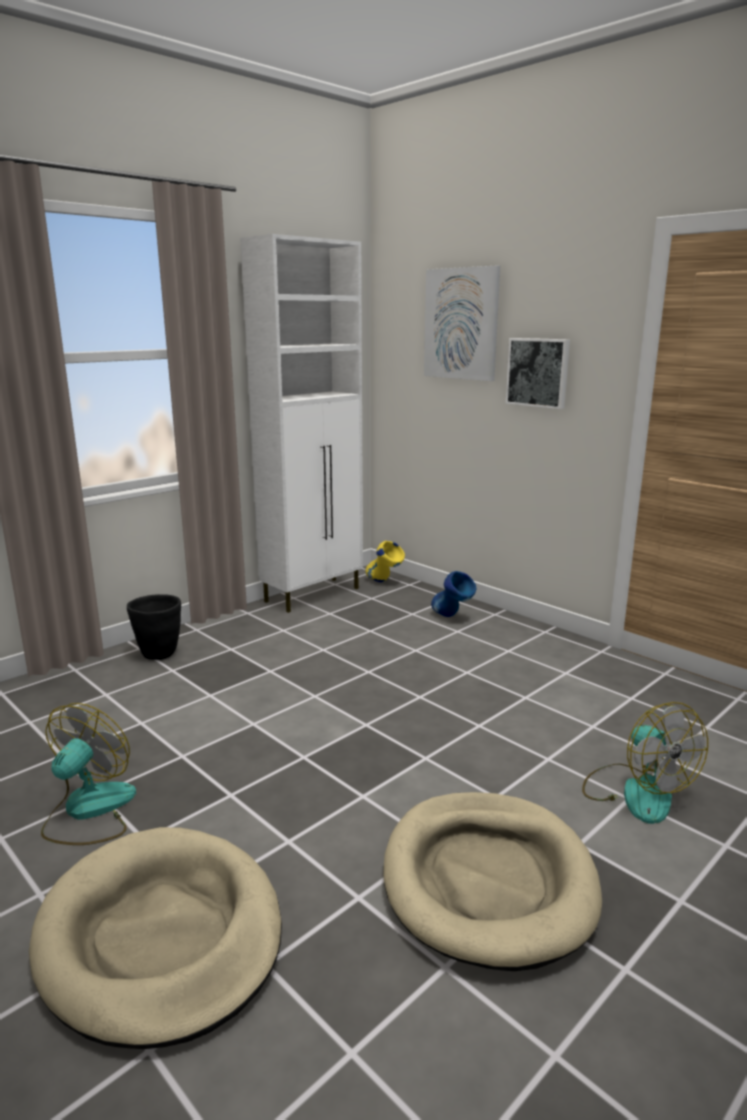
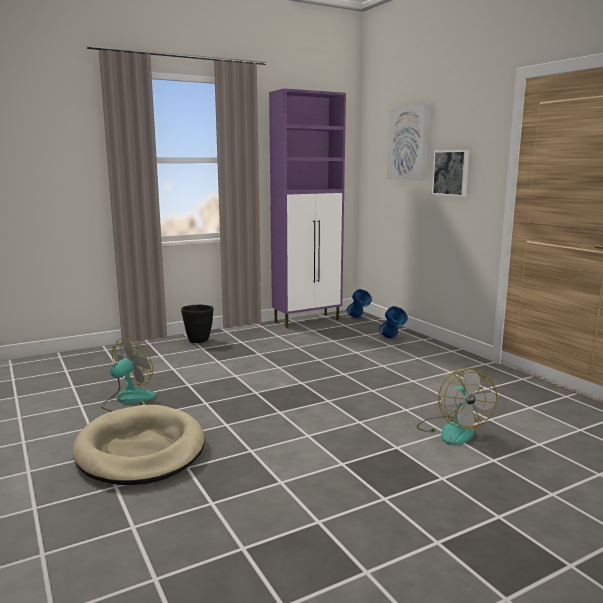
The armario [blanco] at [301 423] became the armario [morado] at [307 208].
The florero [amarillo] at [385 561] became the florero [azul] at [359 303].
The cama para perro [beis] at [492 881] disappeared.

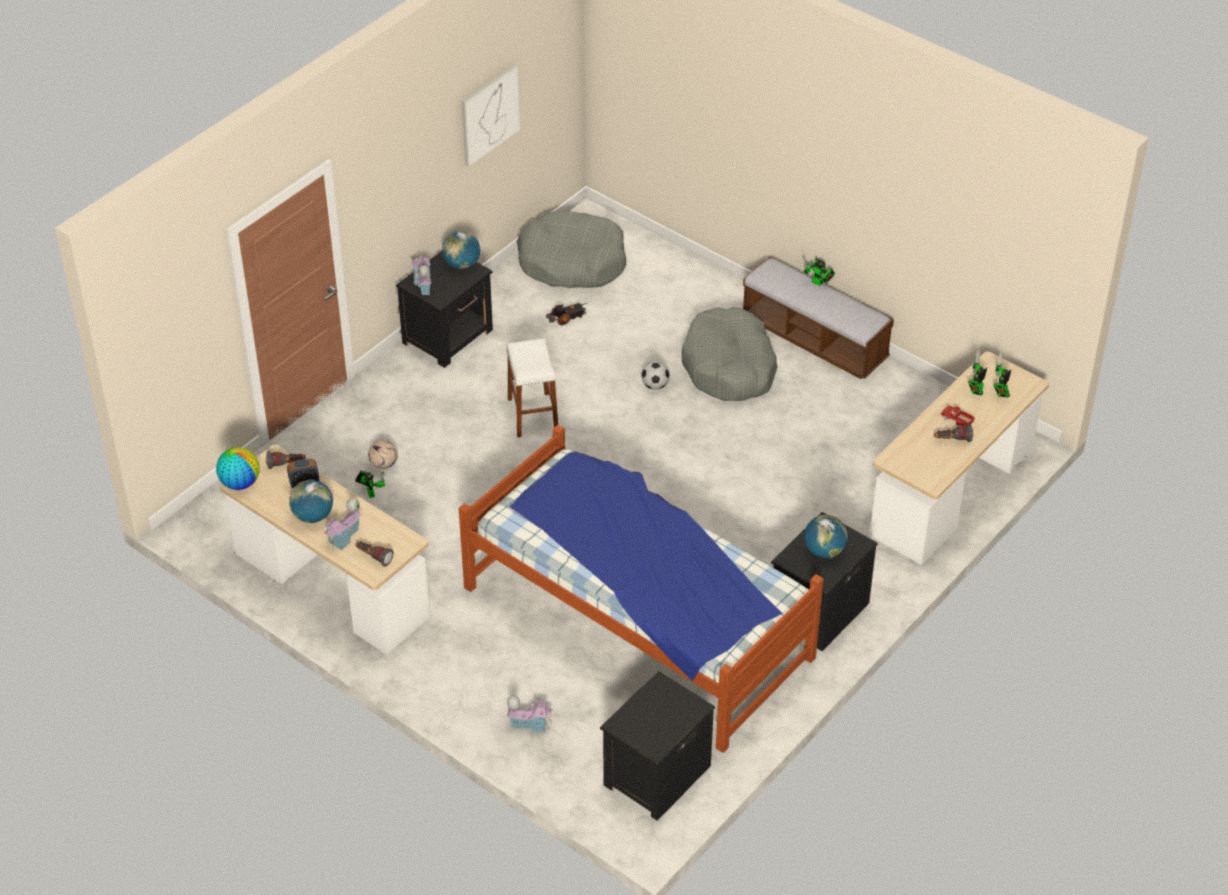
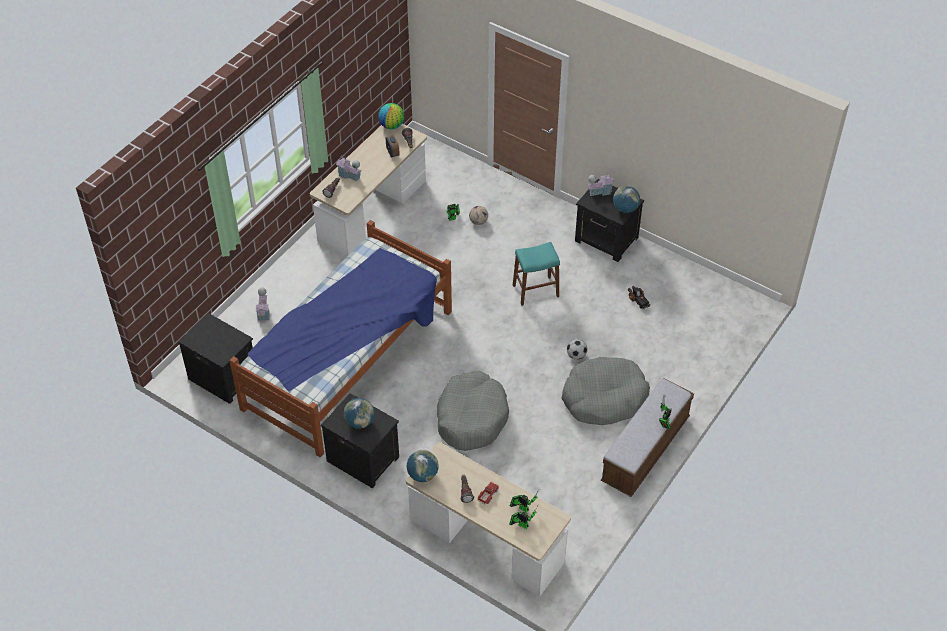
The cuadro at [490 116] disappeared.
The cama para perro [gris] moved from [571 249] to [473 410].
The taburete [blanco] at [532 387] became the taburete [turquesa] at [536 274].
The globo terráqueo moved from [311 501] to [423 466].

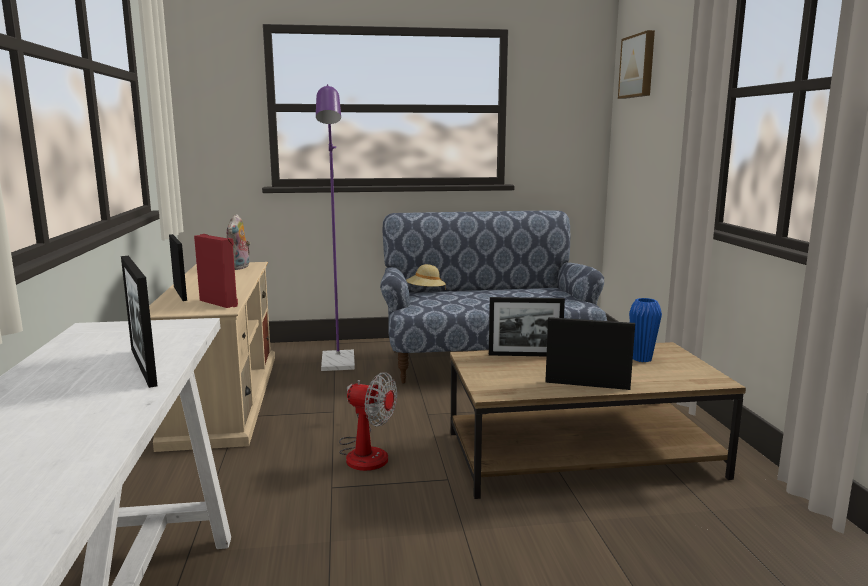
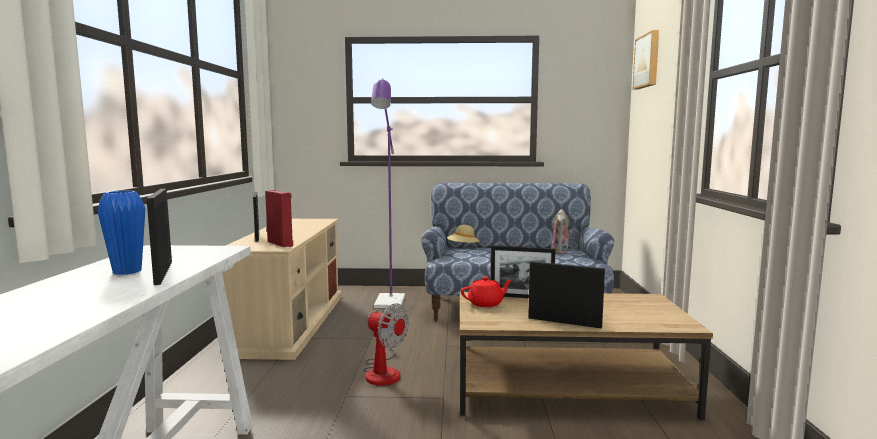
The peluche moved from [239 242] to [561 231].
The florero [azul] moved from [645 330] to [121 233].
The tetera [rojo] at [487 291] appeared.

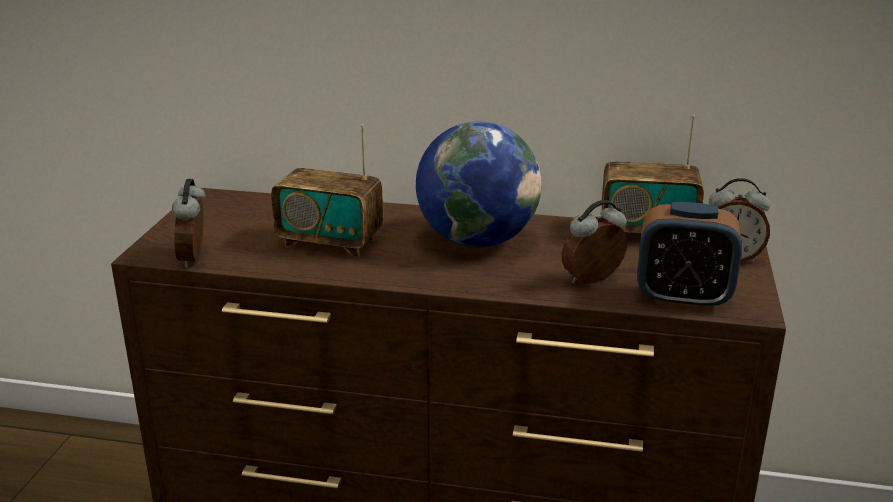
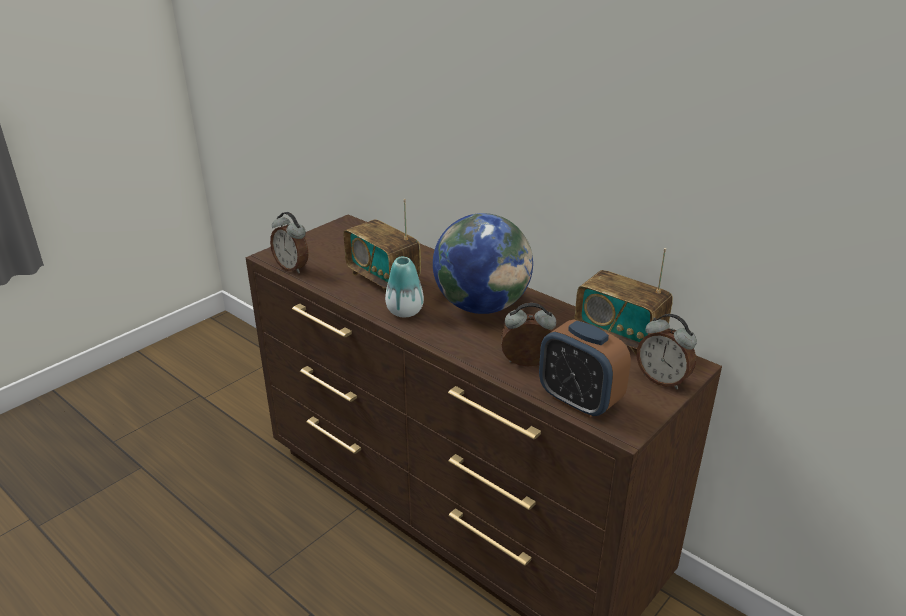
The despertador at [189 223] turned 75 degrees counterclockwise.
The florero at [404 287] appeared.

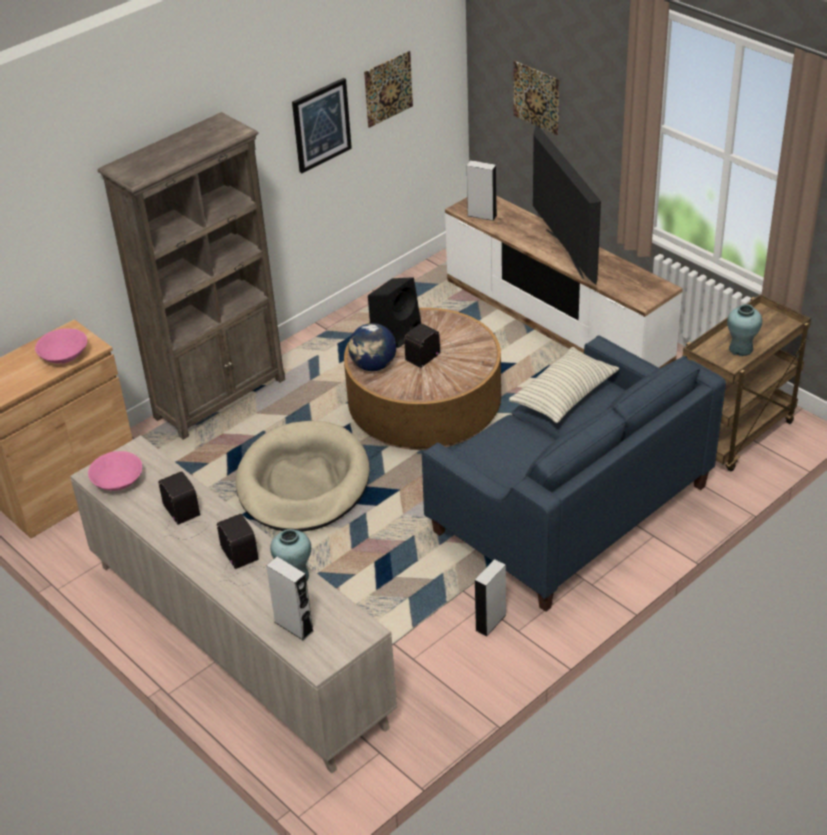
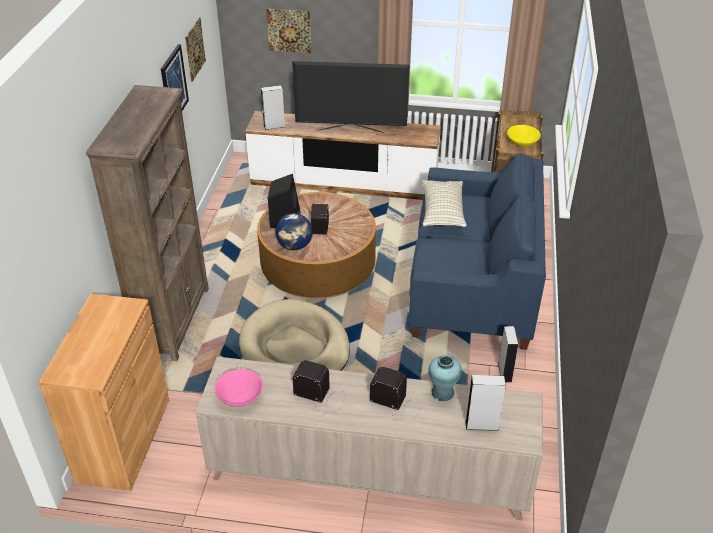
The televisor at [567 205] turned 150 degrees clockwise.
The florero [turquesa] at [744 330] was replaced by the cuenco [amarillo] at [524 135].
The cuenco [rosa] at [61 346] disappeared.

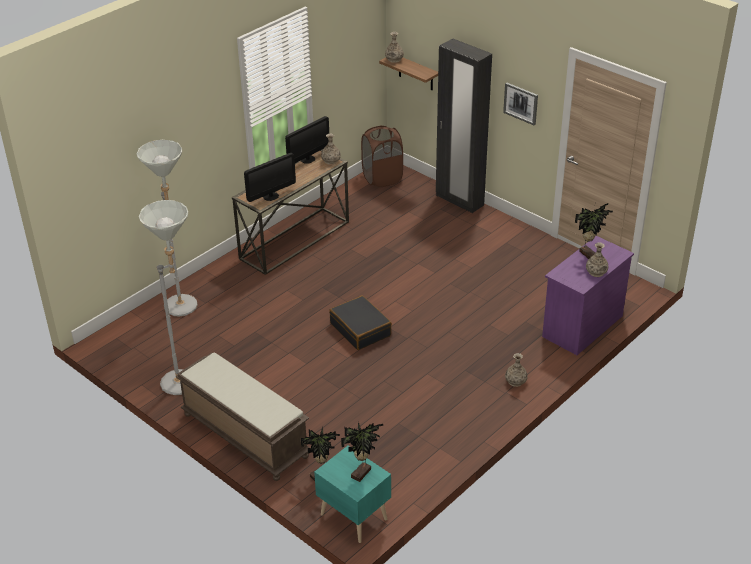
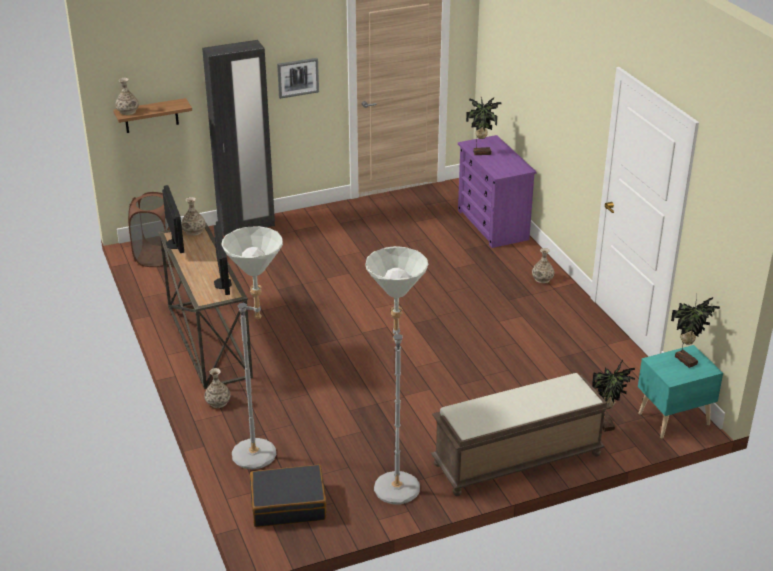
The florero moved from [597 260] to [218 388].
The maleta [negro] moved from [360 322] to [288 495].

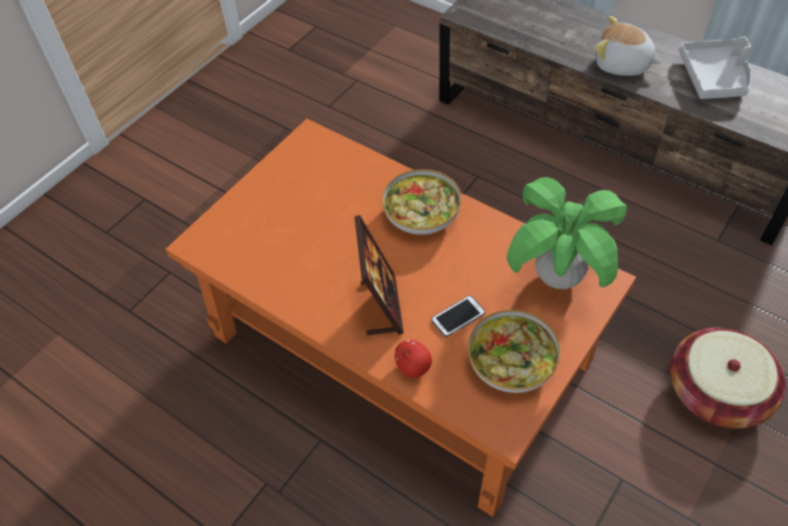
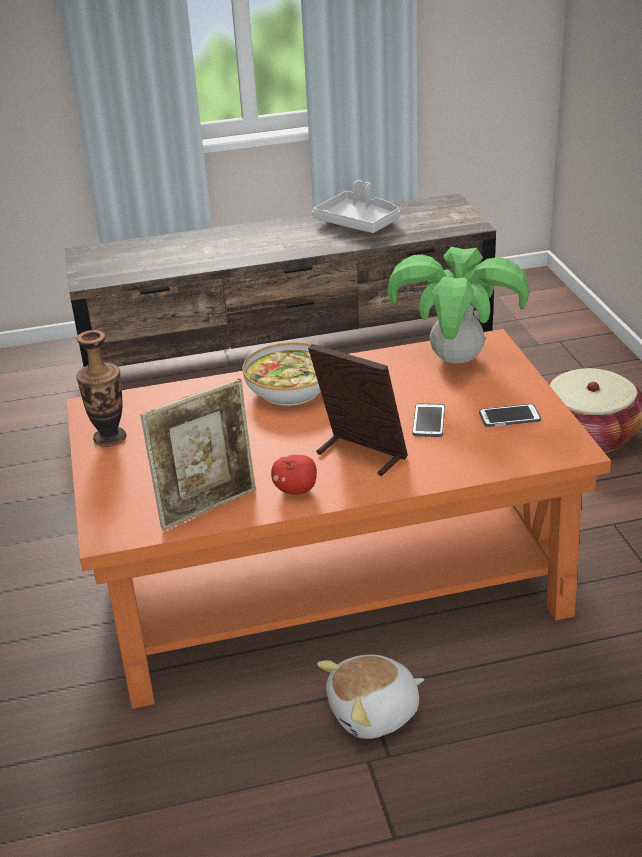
The peluche moved from [628 46] to [370 697].
The cuenco at [514 351] was replaced by the móvil at [510 415].
The manzana moved from [413 359] to [294 475].
The florero at [101 388] appeared.
The portarretratos at [198 454] appeared.

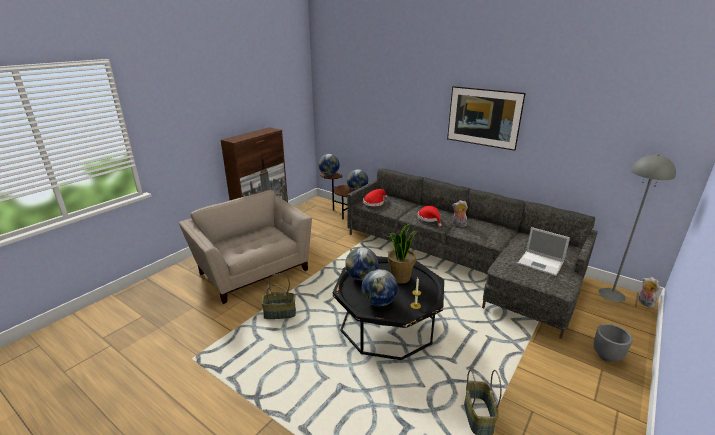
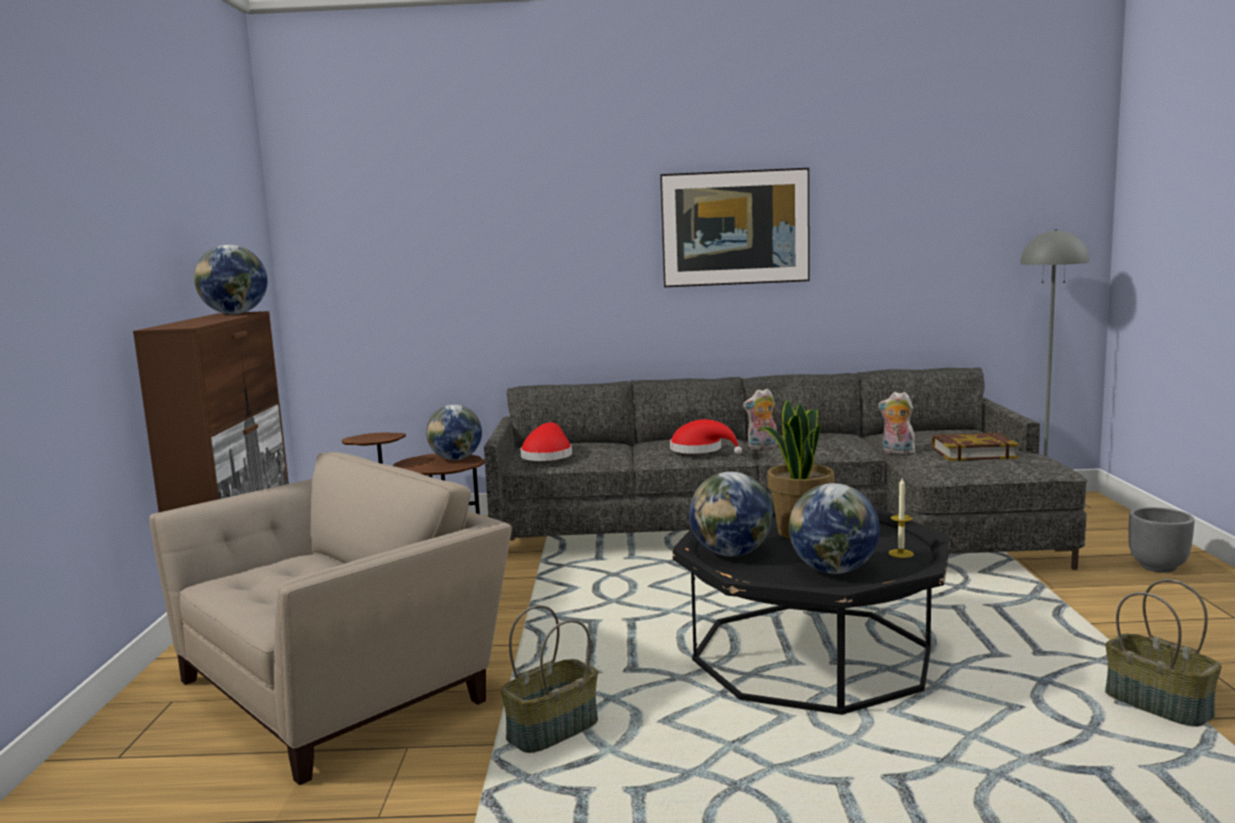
The globo terráqueo moved from [329 164] to [230 279].
The sillón [beis] at [245 247] turned 120 degrees clockwise.
The portátil at [544 251] was replaced by the libro at [975 446].
The peluche moved from [649 292] to [897 423].

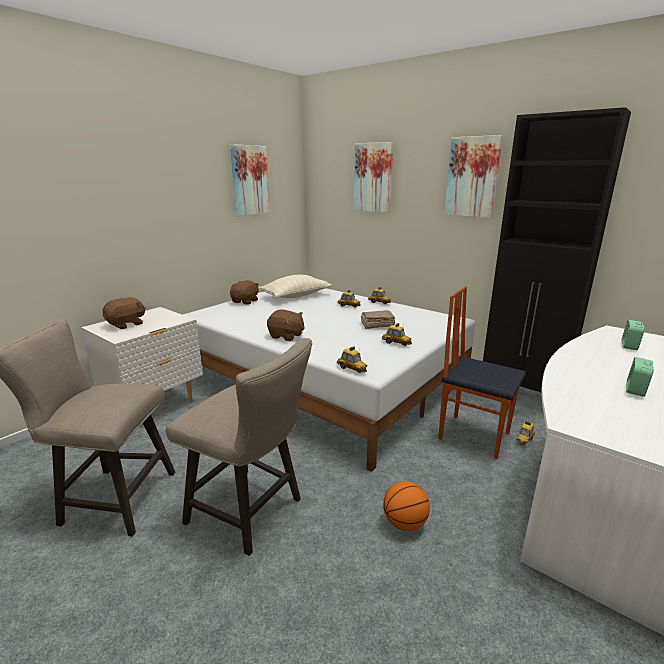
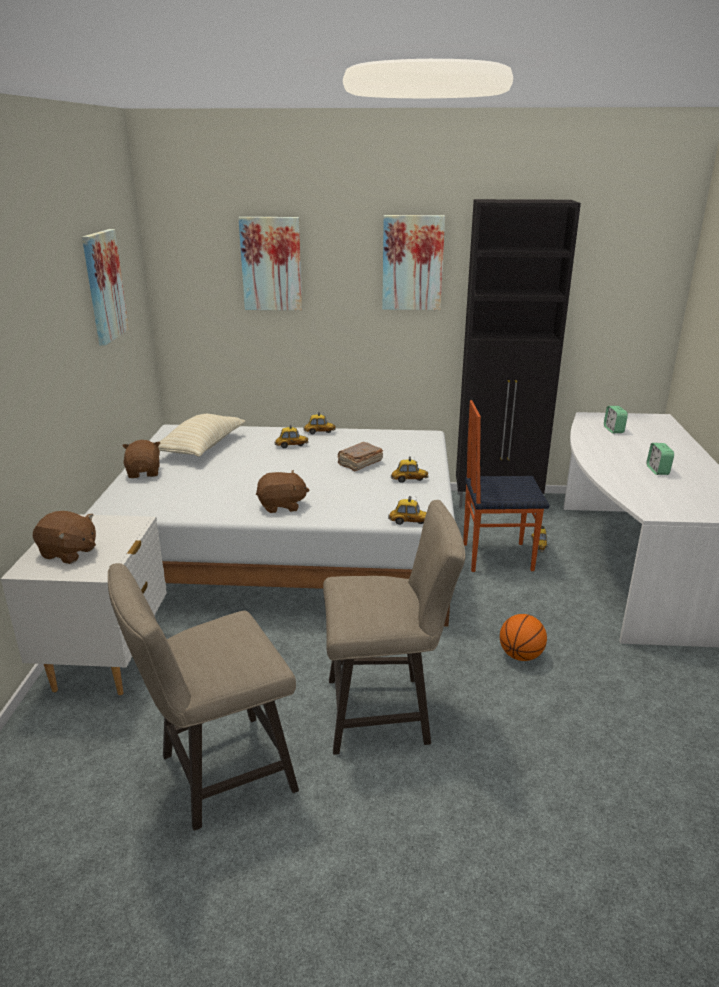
The peluche [marrón] at [124 313] turned 105 degrees clockwise.

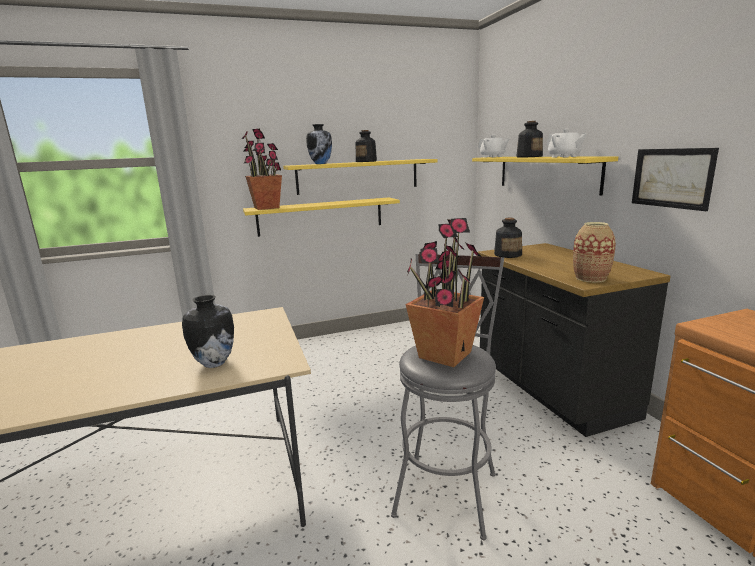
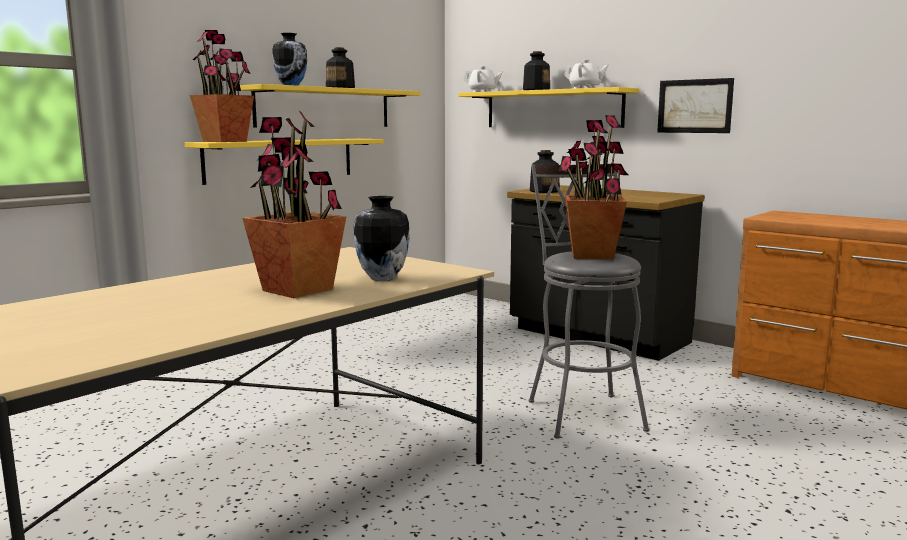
The florero at [594 252] disappeared.
The planta en maceta at [294 204] appeared.

